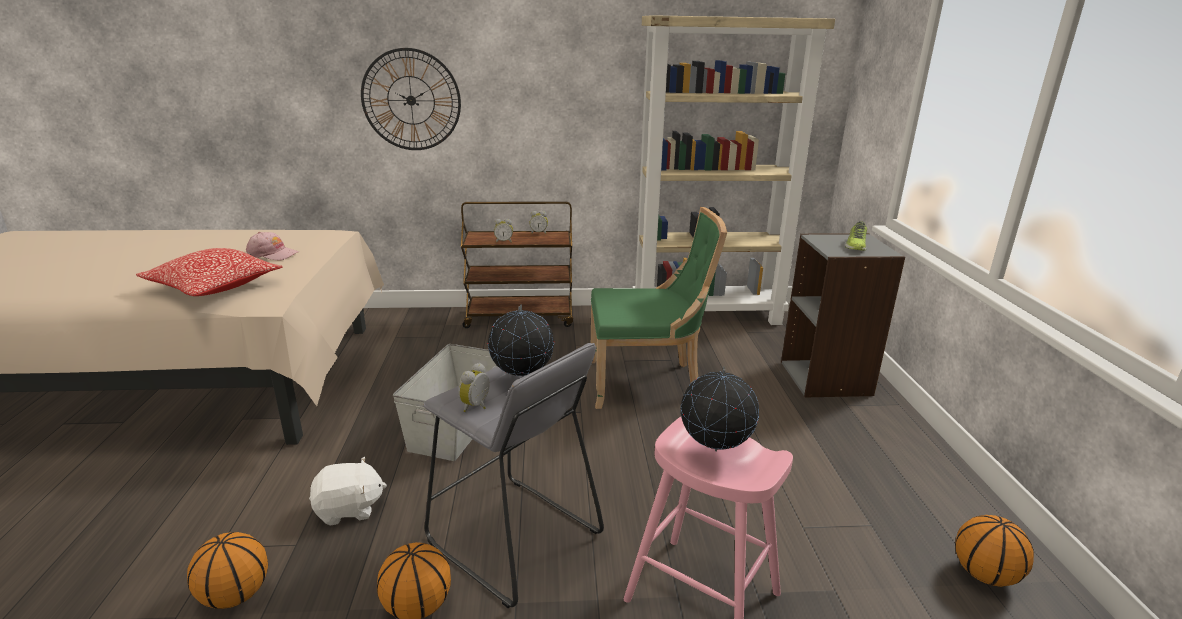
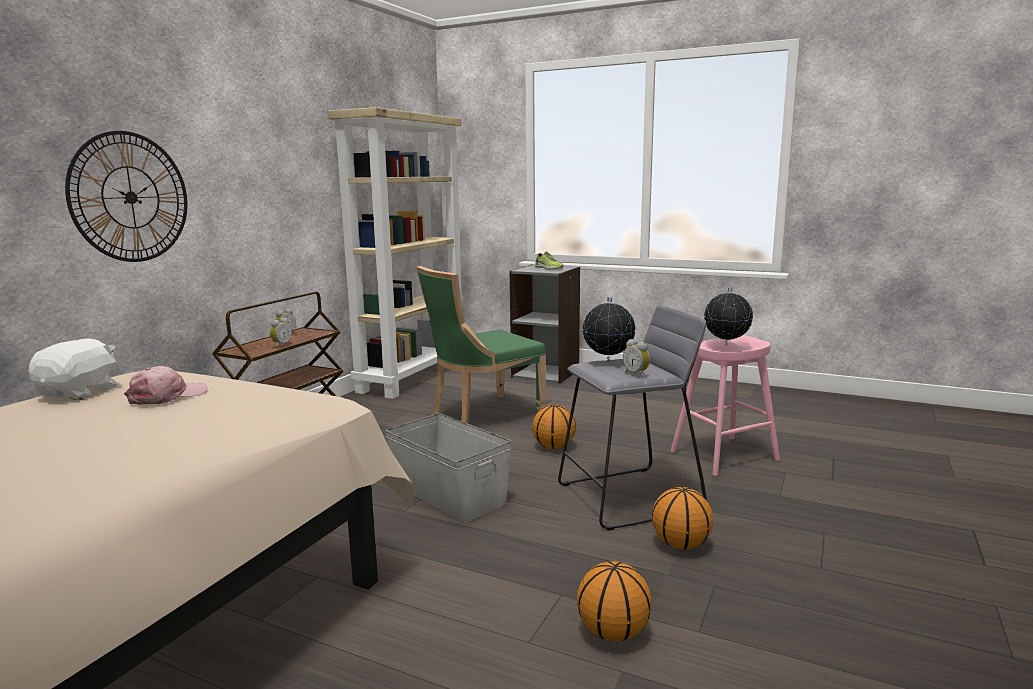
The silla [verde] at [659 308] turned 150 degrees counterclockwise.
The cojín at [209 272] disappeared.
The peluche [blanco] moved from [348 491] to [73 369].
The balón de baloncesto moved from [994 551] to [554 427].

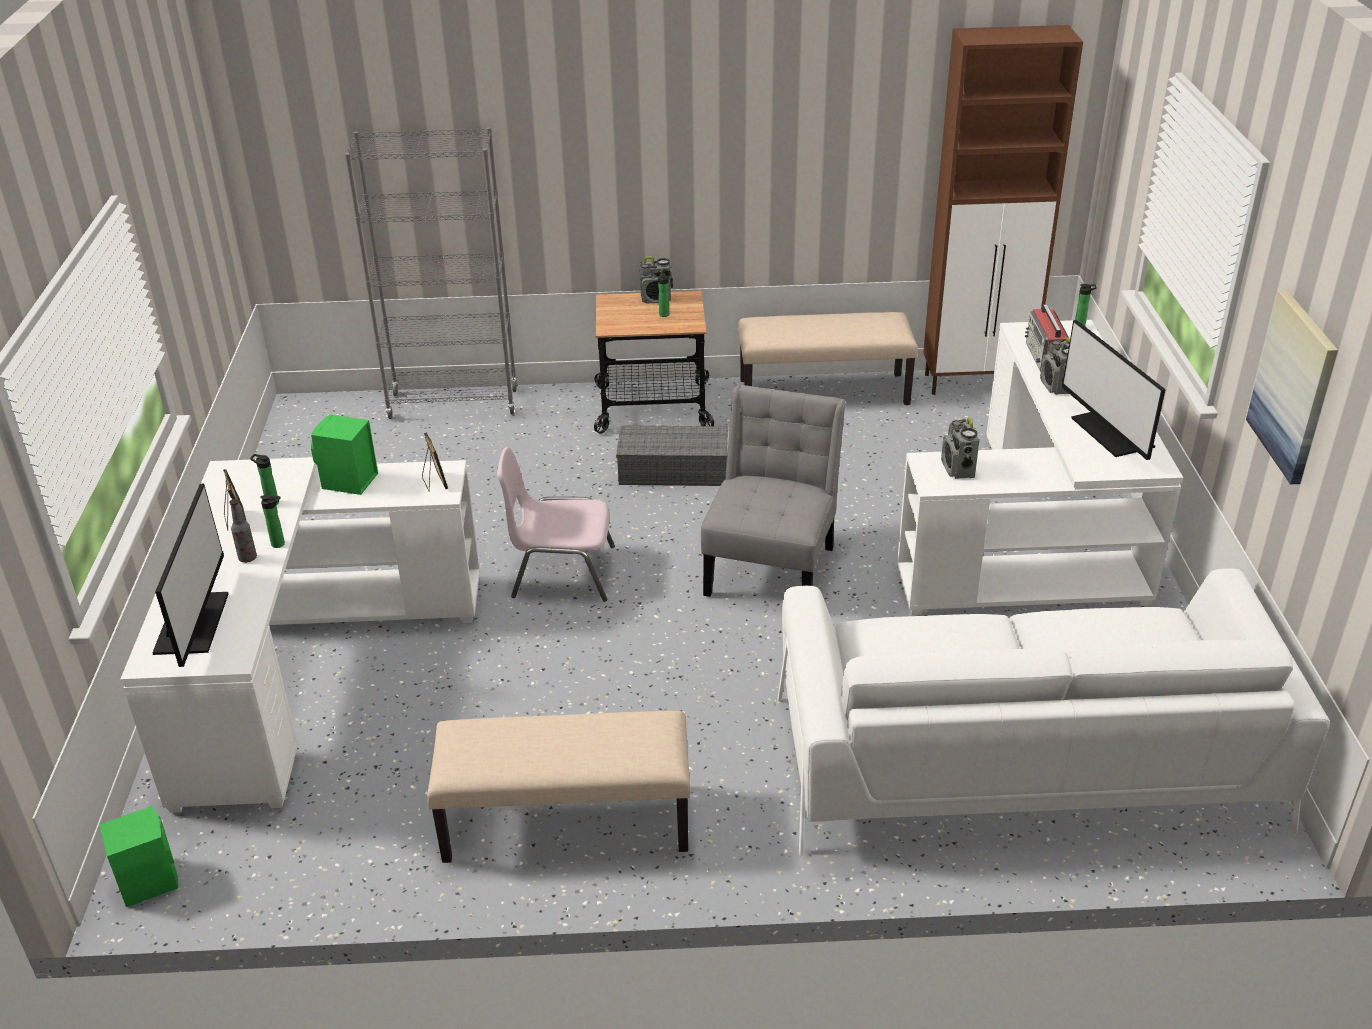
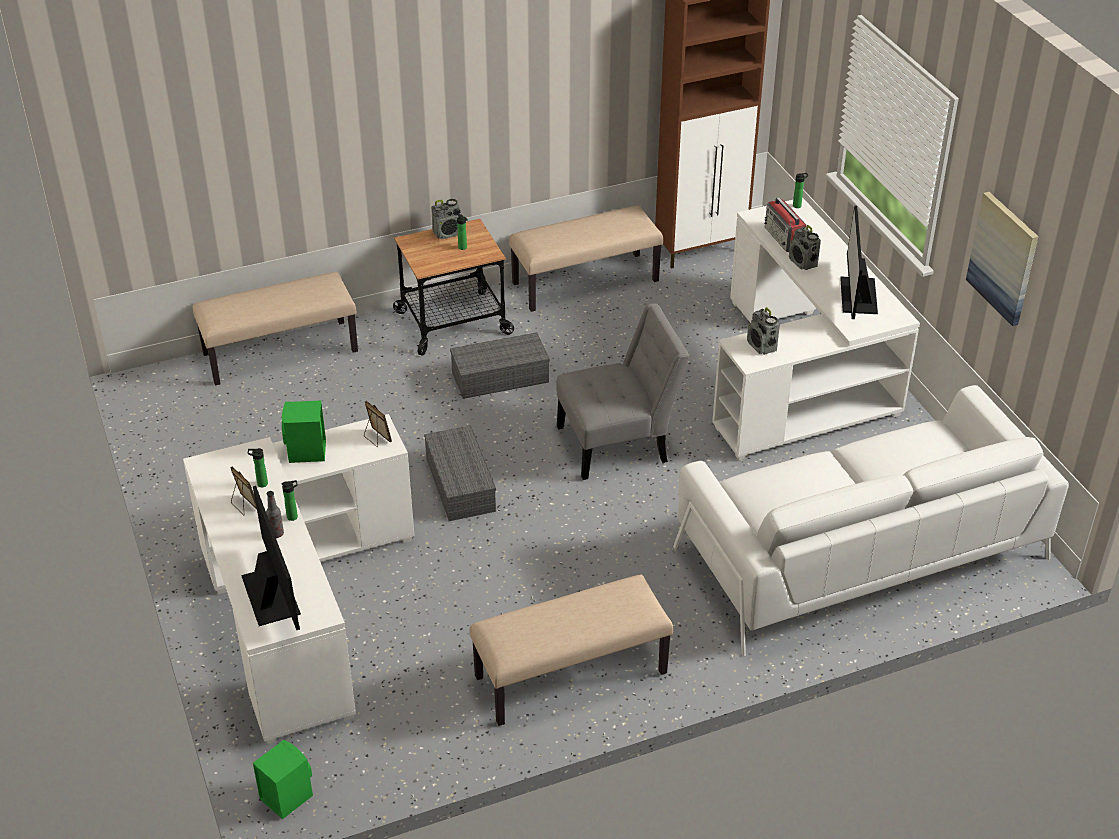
The estantería [gris] at [431 273] was replaced by the banco [beis] at [275 329].
The monitor at [1114 390] turned 45 degrees clockwise.
The silla [gris] at [773 491] turned 75 degrees clockwise.
The silla [rosa] at [556 524] was replaced by the caja de almacenaje [gris] at [460 473].

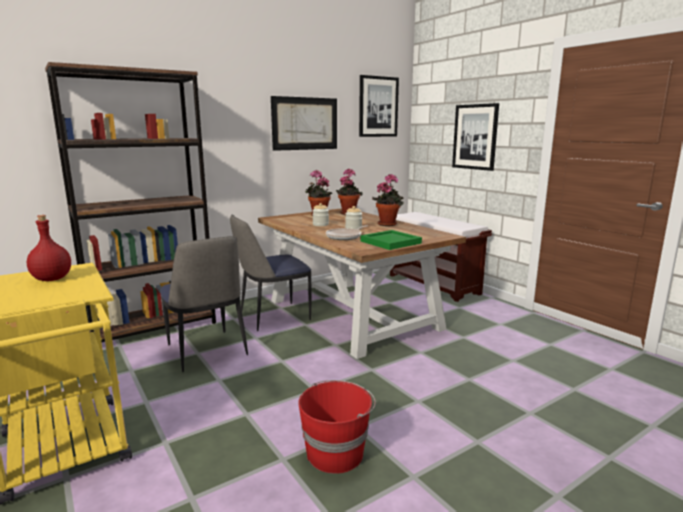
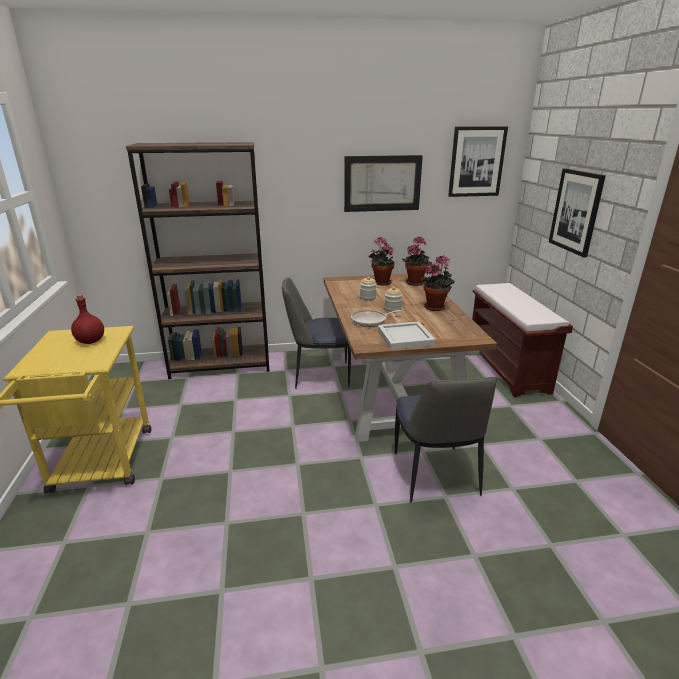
The bandeja [verde] at [391 240] became the bandeja [blanco] at [407 336].
The silla moved from [204 304] to [446 439].
The cubo [rojo] at [337 427] disappeared.

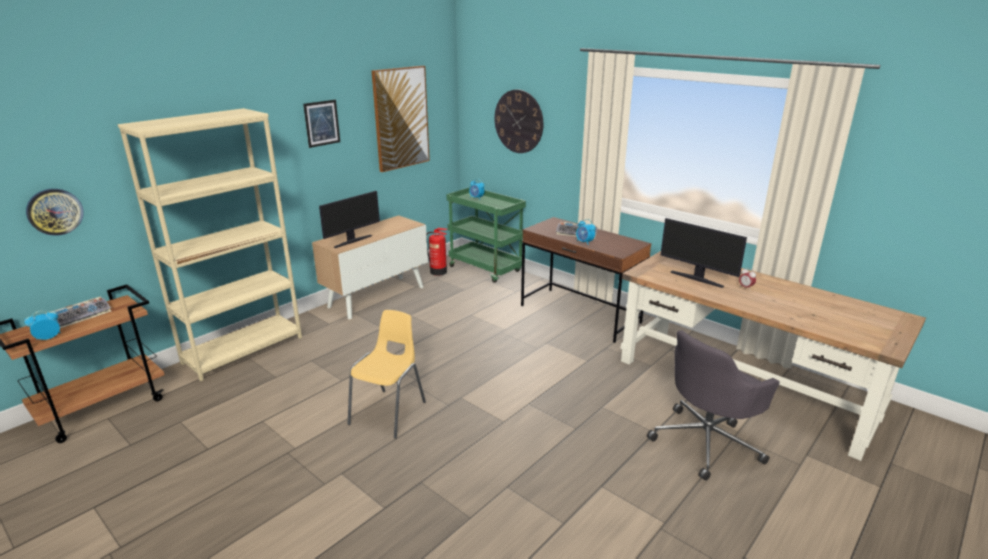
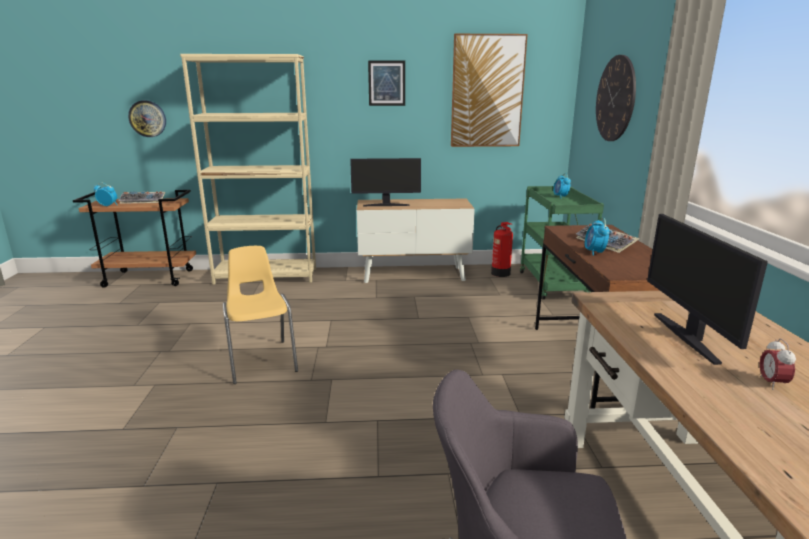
The silla [amarillo] at [387 374] turned 90 degrees counterclockwise.

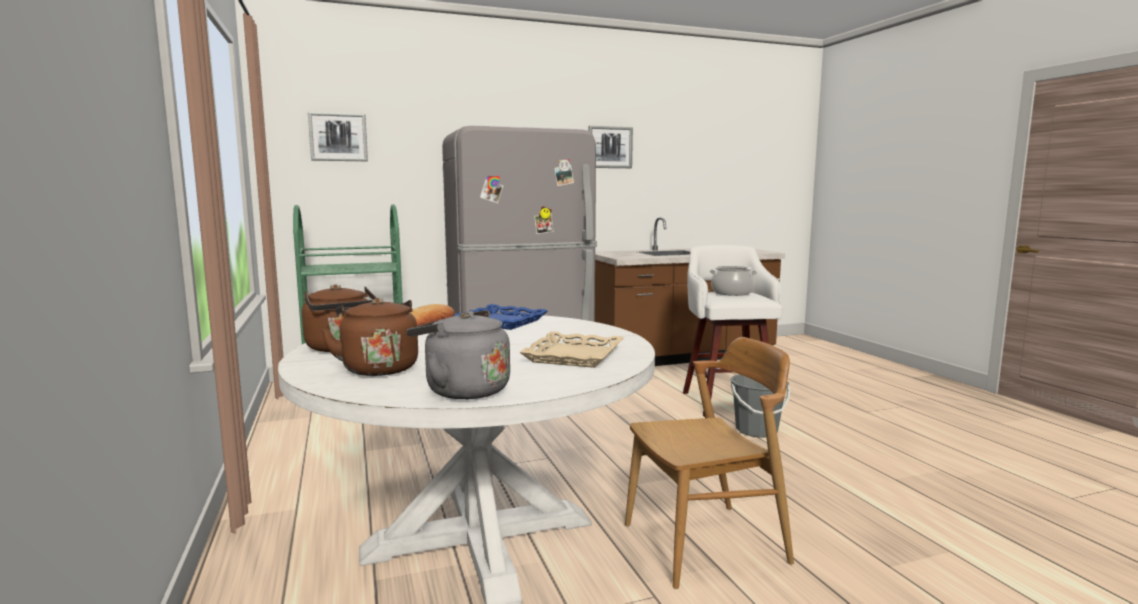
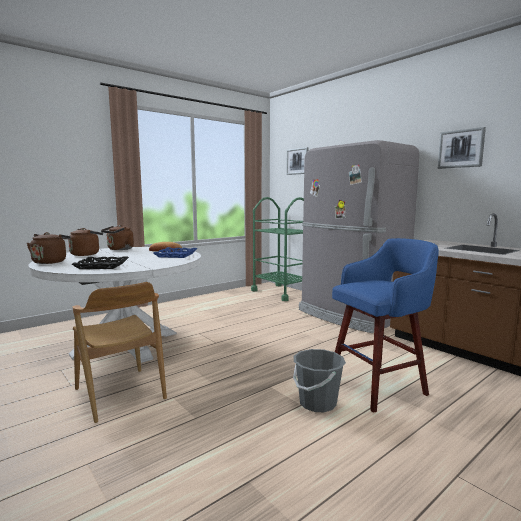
The taburete [blanco] at [732 331] became the taburete [azul] at [385 325].
The olla at [733 281] disappeared.
The hervidor [gris] at [458 354] became the hervidor [marrón] at [49 248].
The bandeja [beis] at [571 349] became the bandeja [negro] at [100 263].

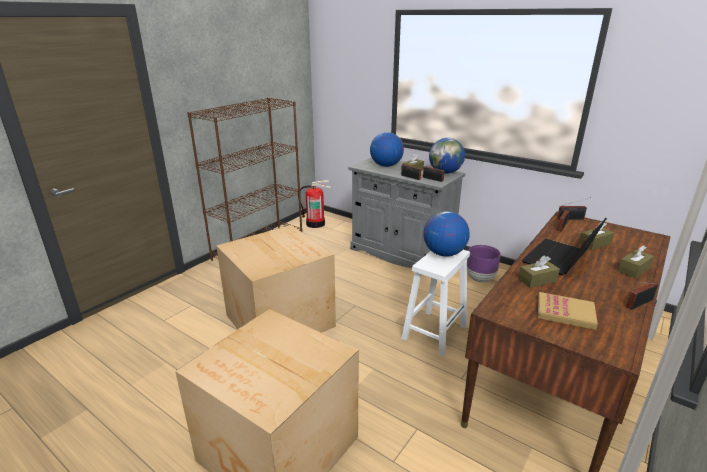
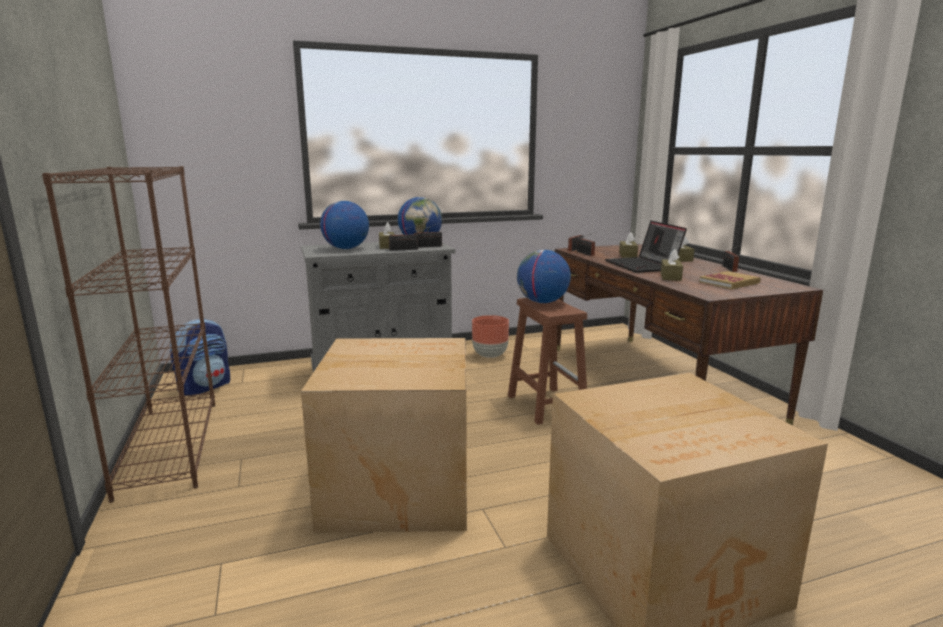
The extintor at [314 204] was replaced by the mochila at [200 357].
The maceta [morado] at [484 264] became the maceta [marrón] at [490 336].
The taburete [blanco] at [435 303] became the taburete [marrón] at [547 361].

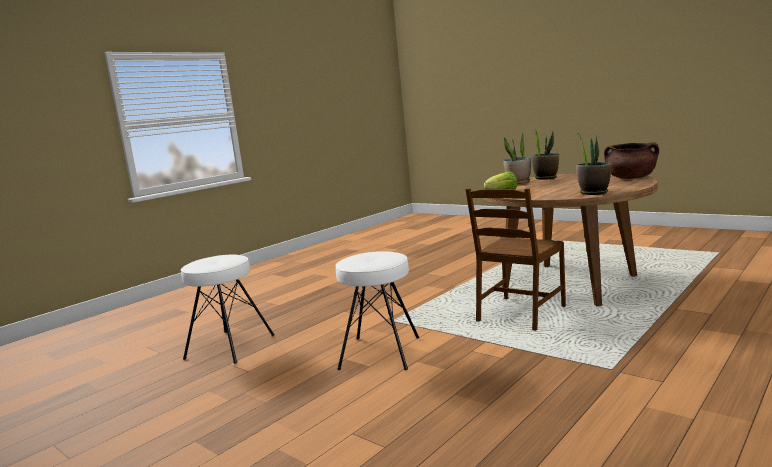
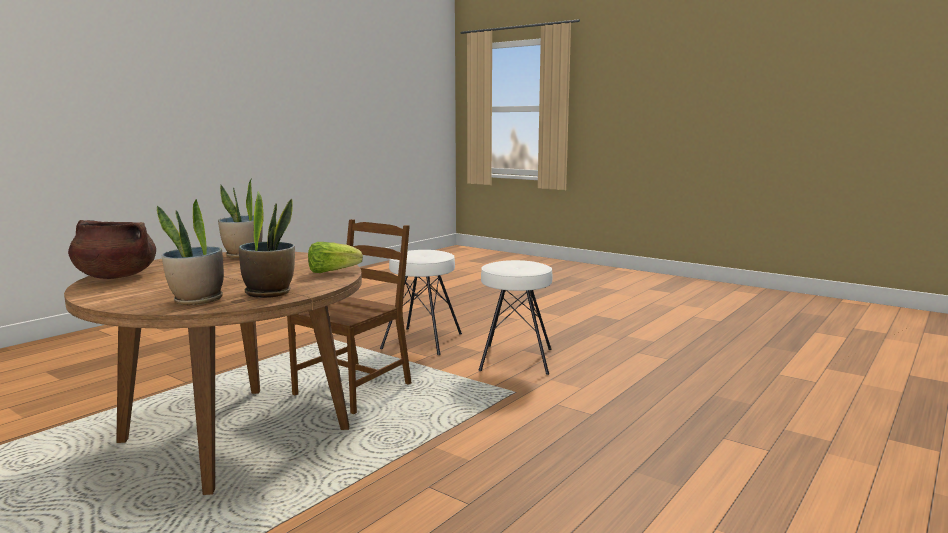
The taburete [blanco] moved from [227 309] to [421 302].

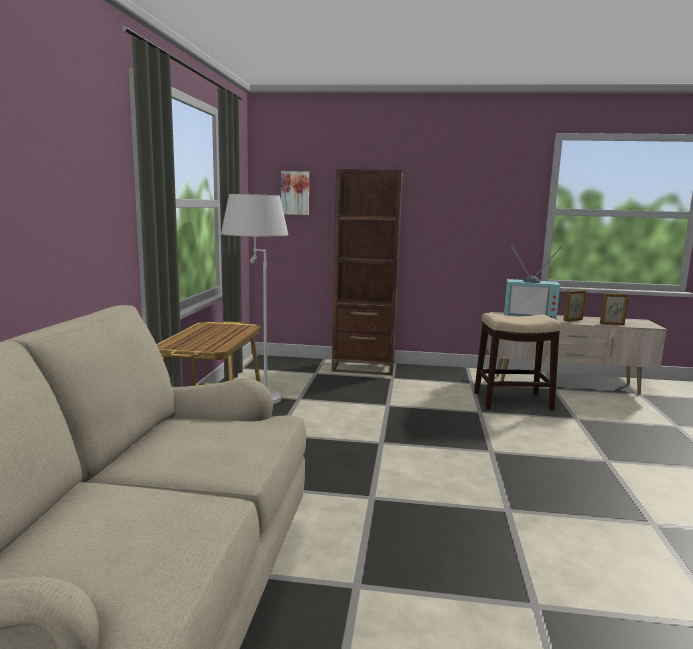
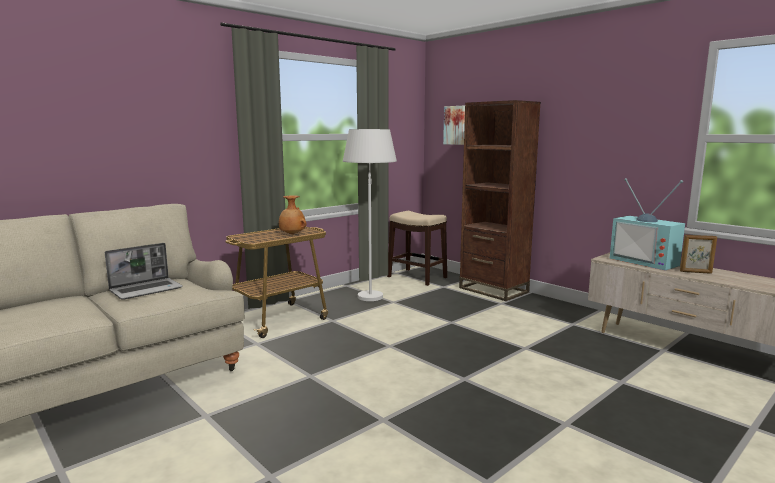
The portarretratos at [614 309] disappeared.
The taburete moved from [517 361] to [417 248].
The florero [marrón] at [292 215] appeared.
The portátil at [144 271] appeared.

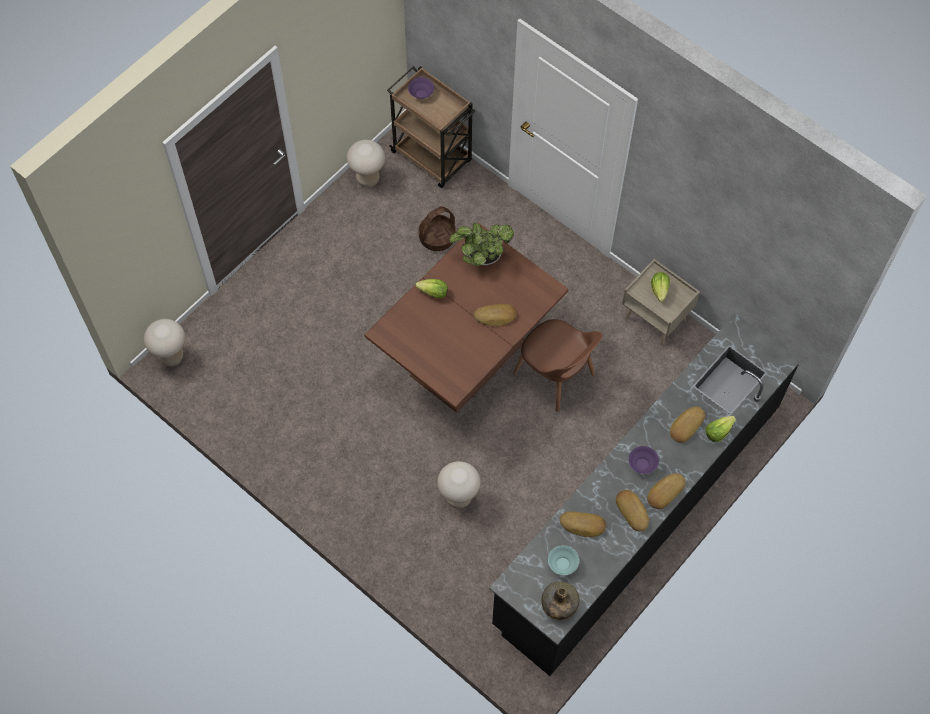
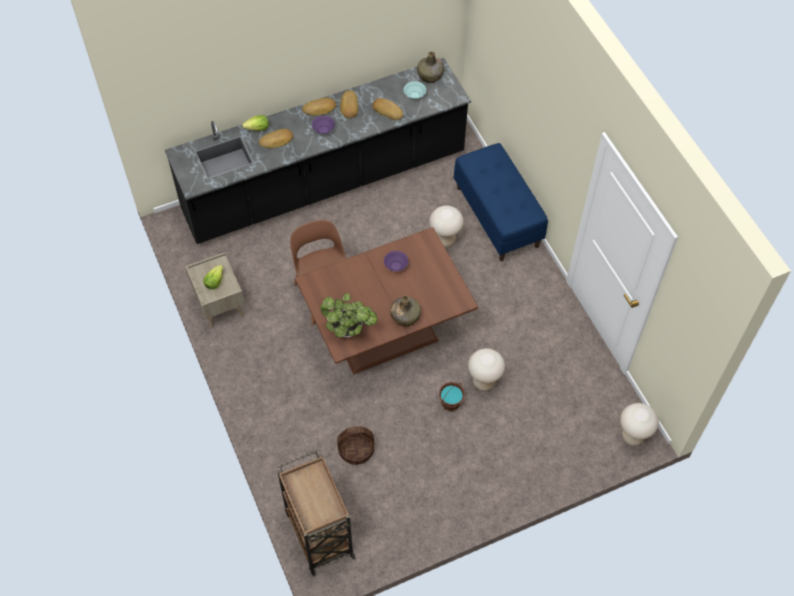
The cuenco [morado] moved from [421 88] to [396 261].
The taburete [beis] moved from [366 164] to [486 370].
The lechuga at [431 289] was replaced by the botella [verde] at [405 310].
The pan at [495 315] disappeared.
The banco [azul] at [501 202] appeared.
The cubo [marrón] at [452 396] appeared.

